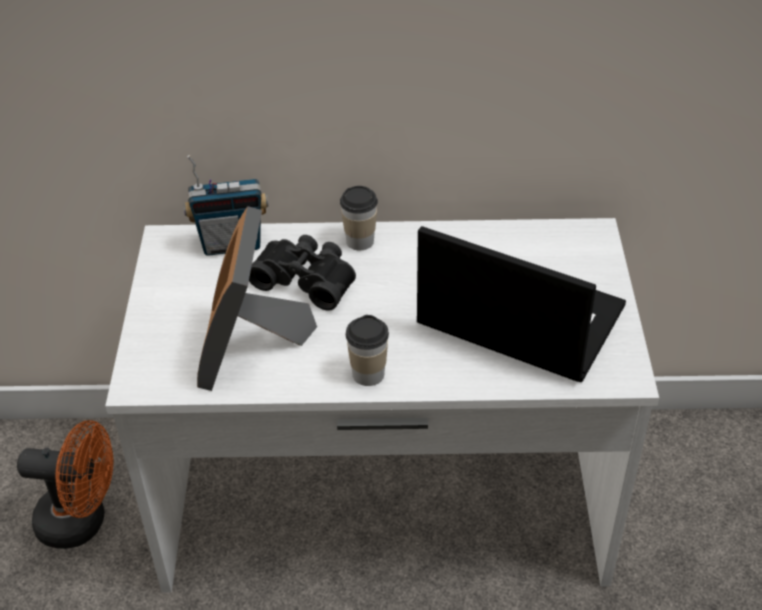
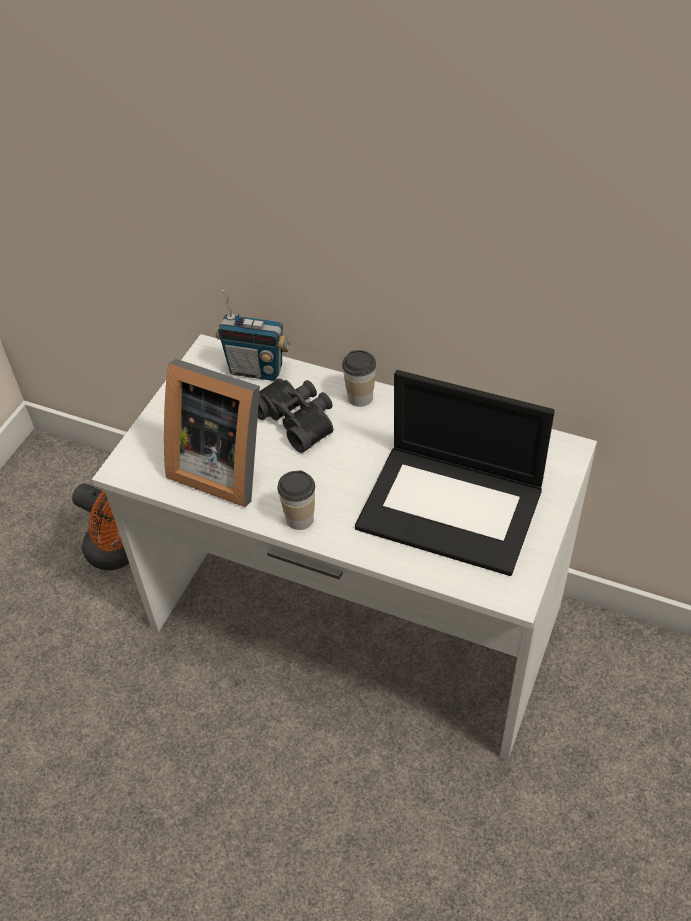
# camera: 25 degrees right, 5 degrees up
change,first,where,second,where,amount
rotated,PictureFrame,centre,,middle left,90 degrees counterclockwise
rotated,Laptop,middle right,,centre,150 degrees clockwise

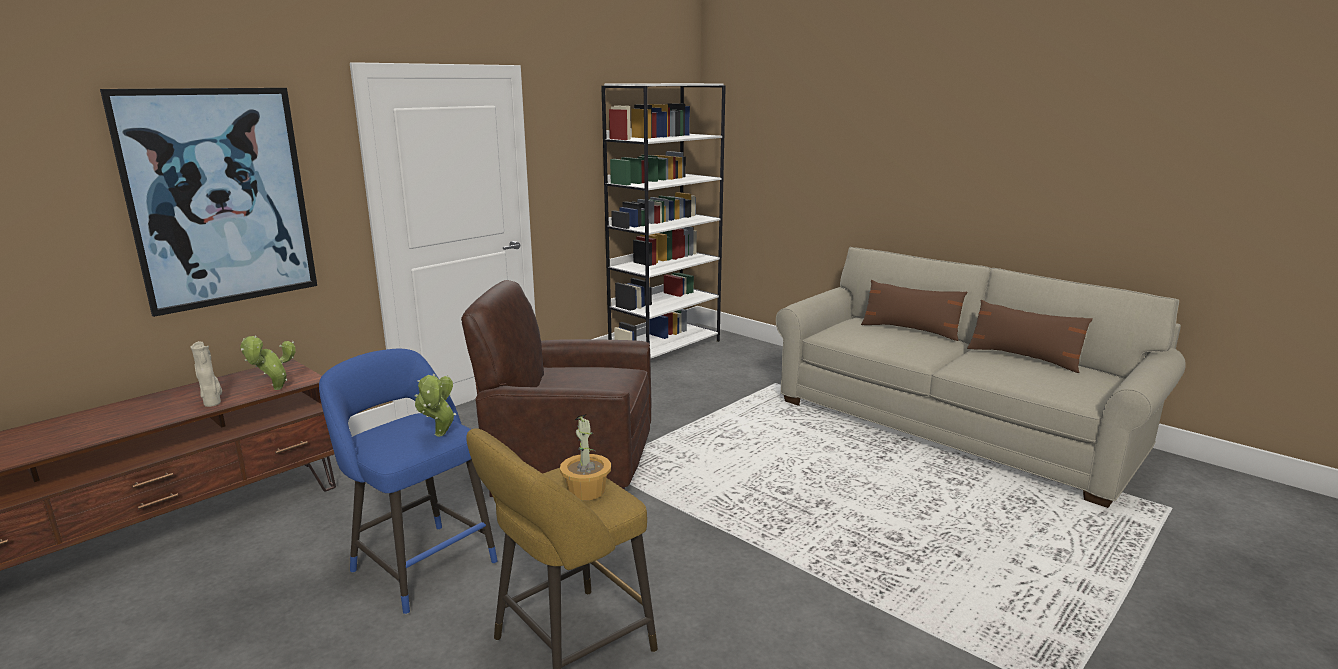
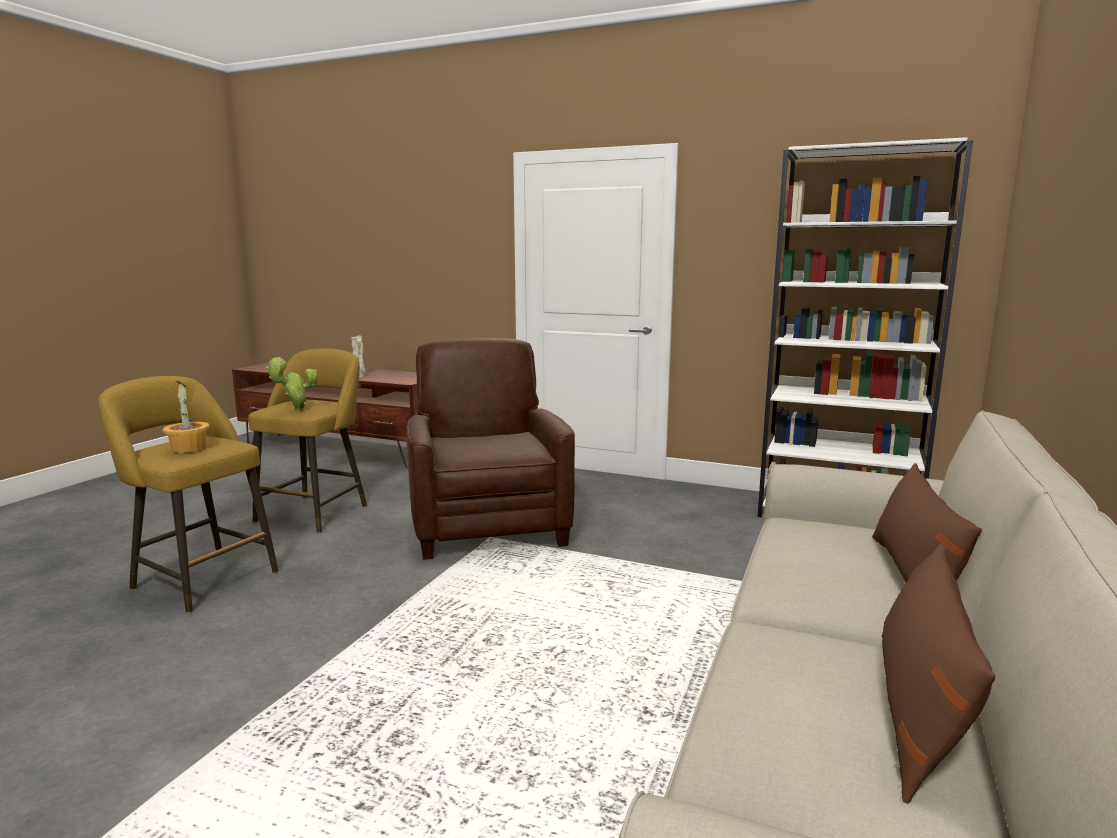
# camera: 70 degrees right, 5 degrees down
change,first,where,second,where,amount
gone,Picture,top left,,,
gone,PottedPlant (no. 1 from left),middle left,,,
repainted,BlueStool,bottom left,YellowStool (no. 2 from left),middle left,

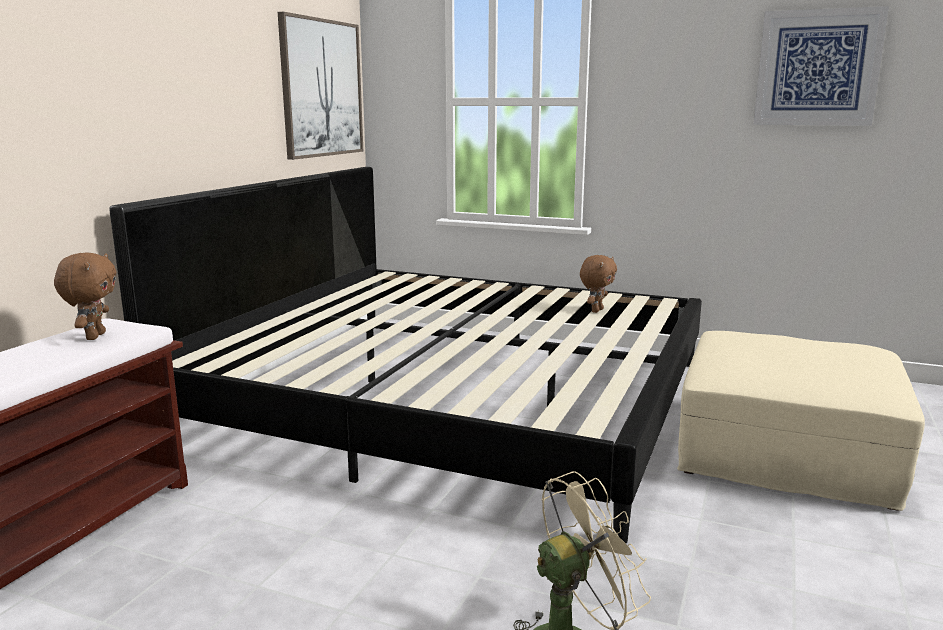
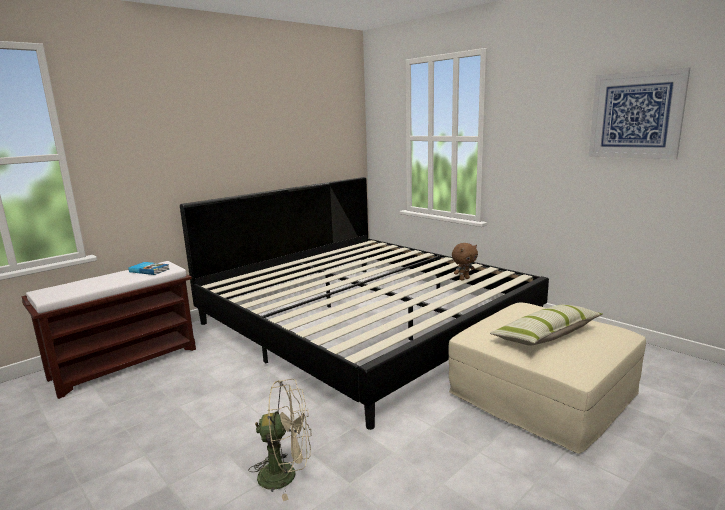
# camera: 25 degrees right, 0 degrees up
change,first,where,second,where,amount
swapped,BrownPlushToy (no. 1 from left),middle left,Book,middle left,
gone,Picture (no. 1 from left),top centre,,,
new,,,Pillow,middle right,

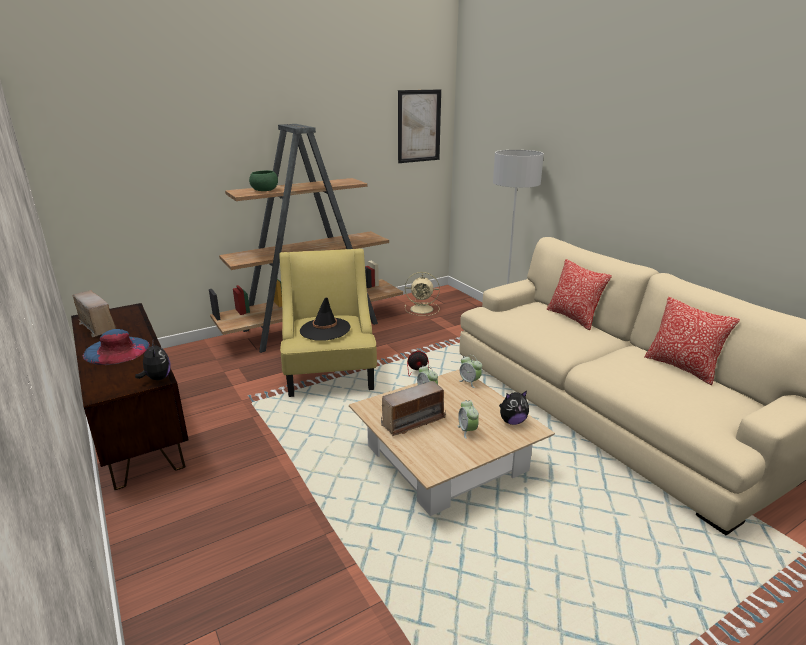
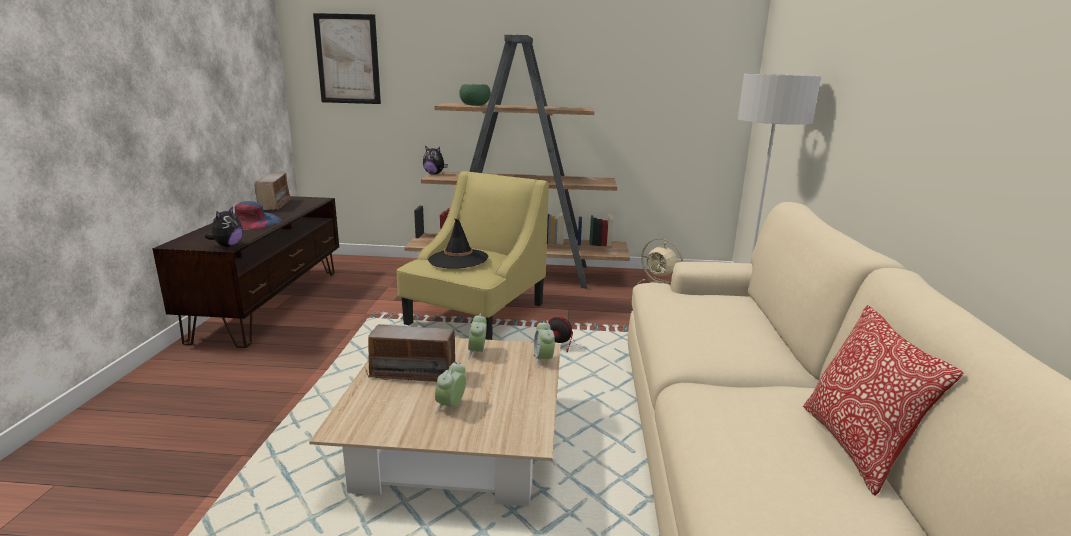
# camera: 35 degrees right, 5 degrees down
change,first,where,second,where,amount
shifted,Picture,top centre,,top left,
shifted,PlushToy (no. 2 from left),centre,,top centre,
gone,Pillow (no. 1 from left),middle right,,,

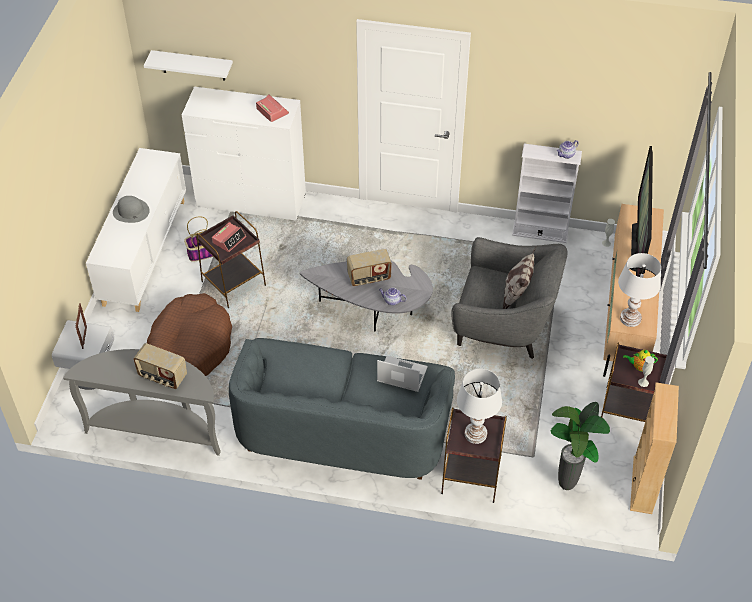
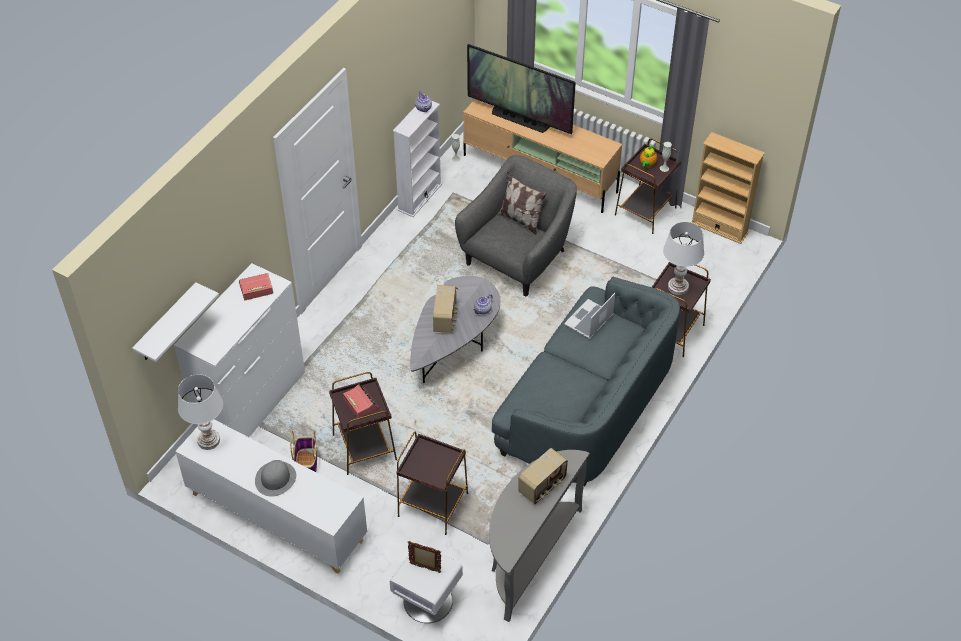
# camera: 70 degrees left, 0 degrees up
change,first,where,second,where,amount
swapped,BrownDogBed,middle left,BrownSideTable (no. 2 from left),bottom centre,
gone,PottedPlant,bottom right,,,
shifted,WhiteTableLamp (no. 2 from left in the first image),middle right,WhiteTableLamp (no. 1 from left),middle left,

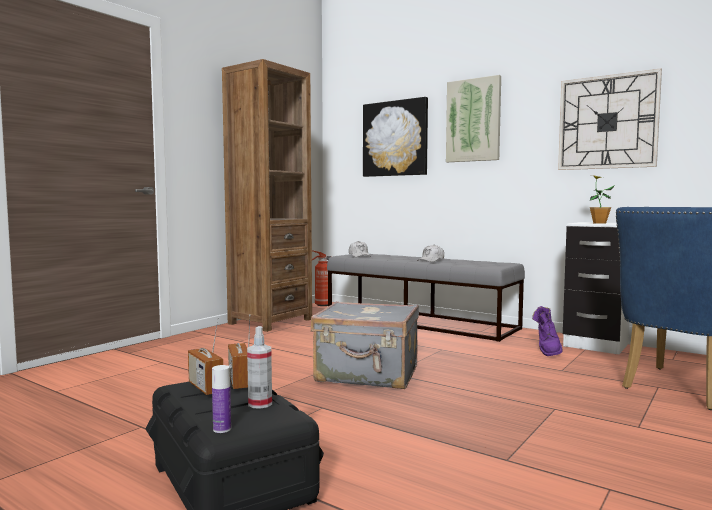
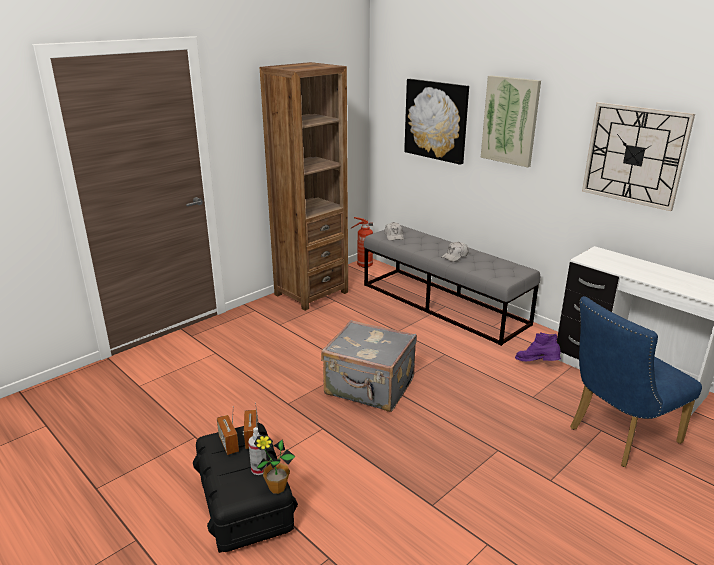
# camera: 10 degrees right, 20 degrees up
change,first,where,second,where,amount
gone,Bottle,bottom left,,,
rotated,PurpleBoot,middle right,,middle right,105 degrees clockwise
shifted,PottedPlant,middle right,,bottom centre,

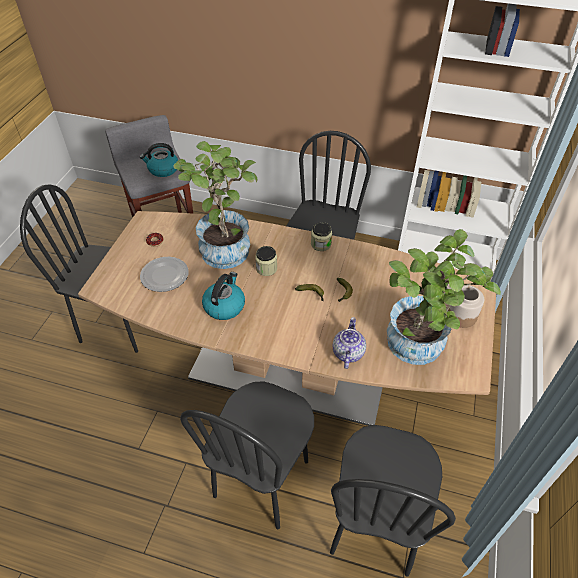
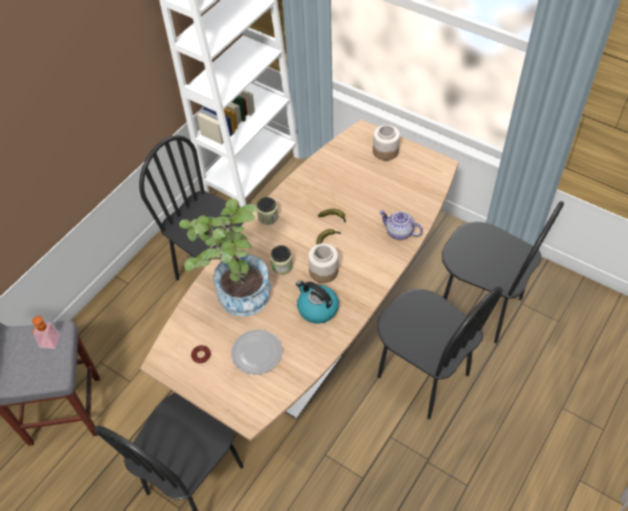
# camera: 70 degrees left, 5 degrees up
change,first,where,second,where,amount
swapped,Kettle (no. 1 from left),top left,SoapDispenser,middle left,
gone,PottedPlant (no. 2 from left),middle right,,,
new,,,Jar (no. 3 from left),centre,

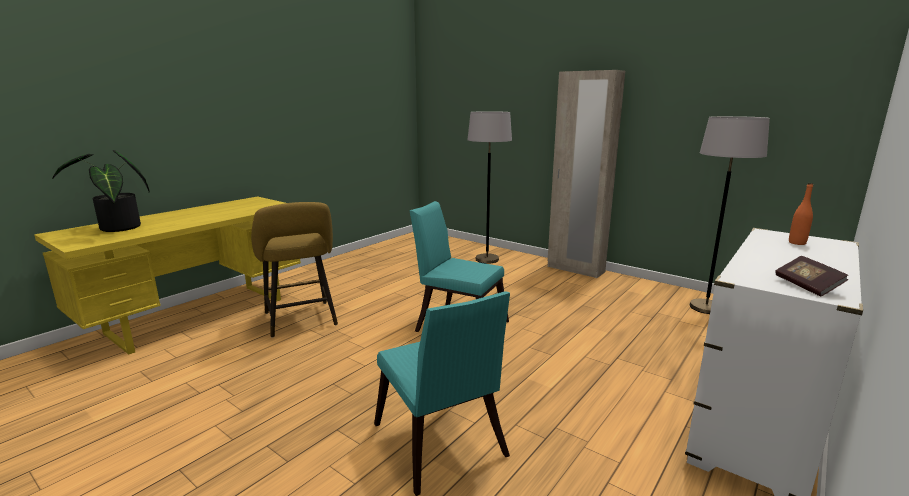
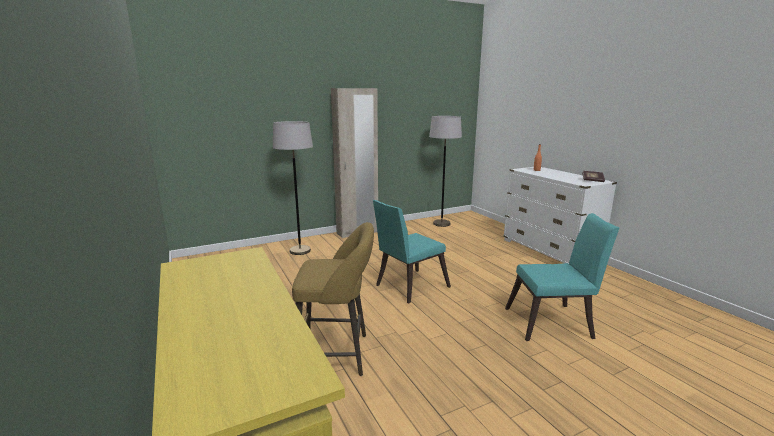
# camera: 65 degrees left, 0 degrees up
change,first,where,second,where,amount
gone,PottedPlant,middle left,,,

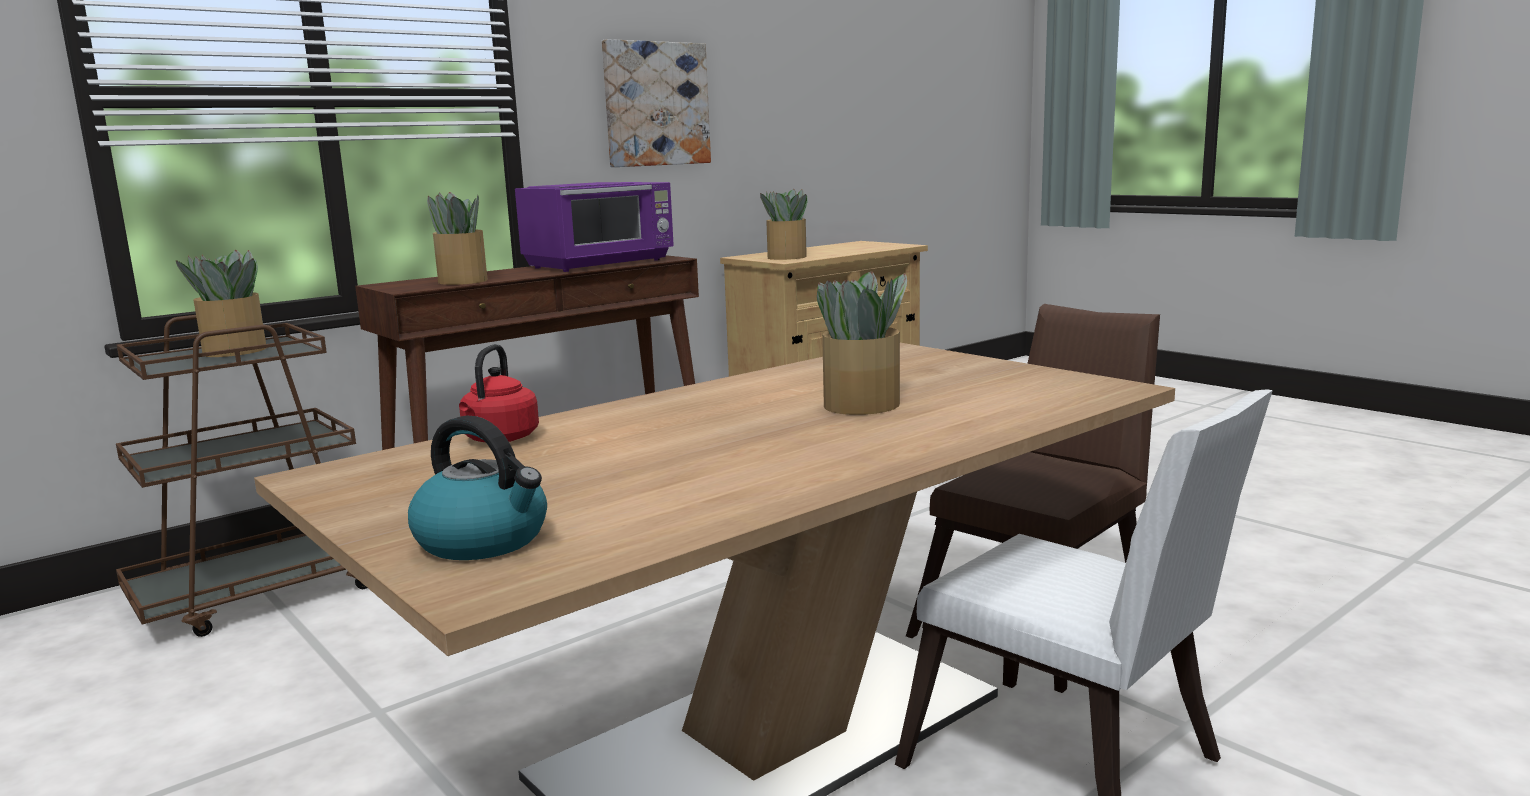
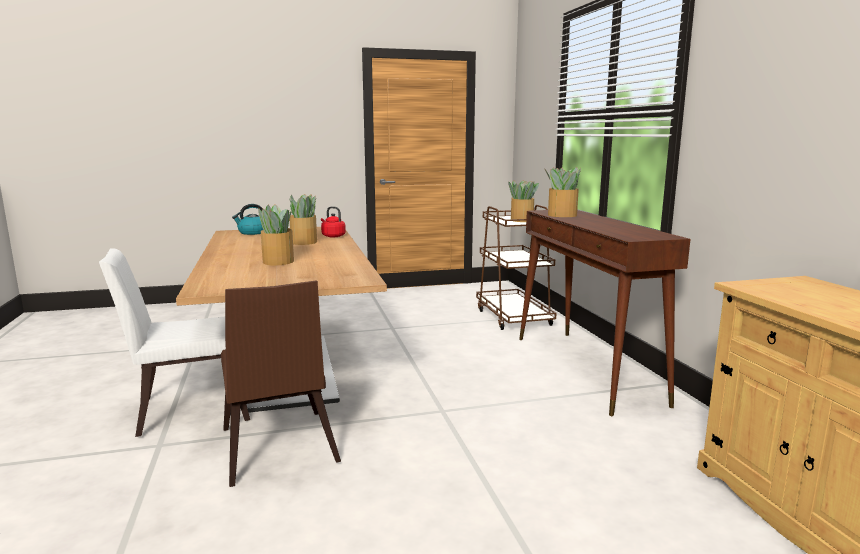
# camera: 115 degrees right, 0 degrees up
change,first,where,second,where,amount
gone,PurpleMicrowave,top centre,,,
gone,Picture,top centre,,,
shifted,PottedPlant (no. 3 from left in the first image),top centre,PottedPlant (no. 2 from left),centre,

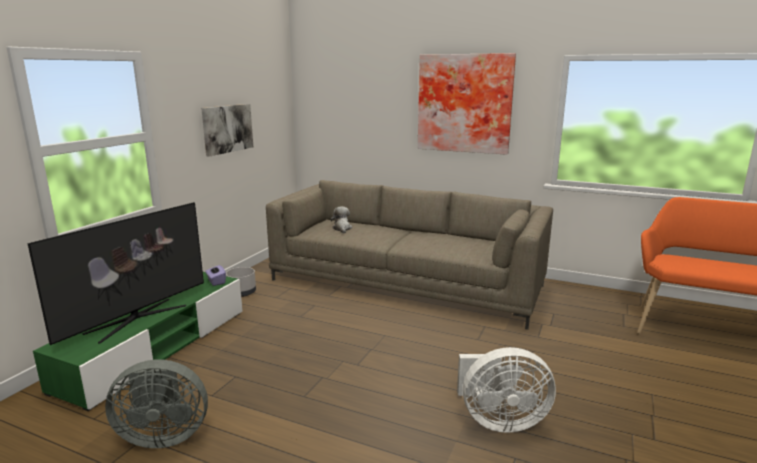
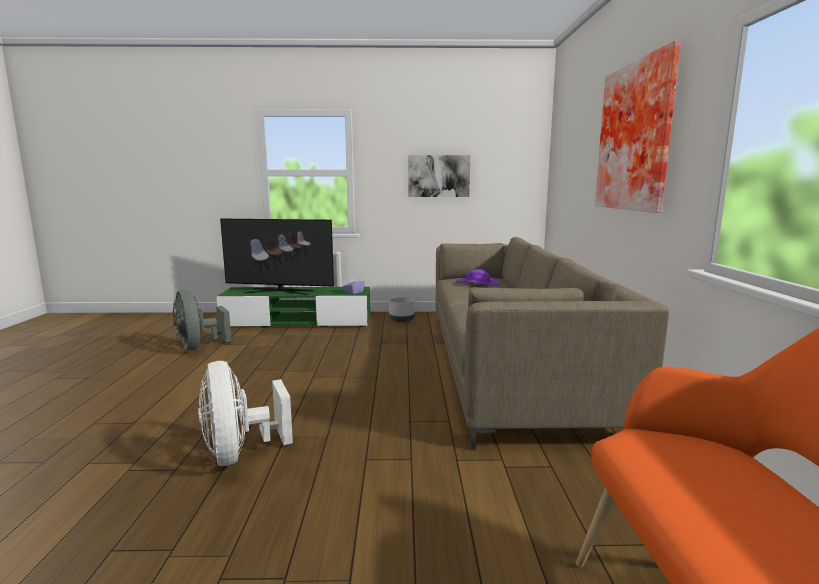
# camera: 65 degrees right, 5 degrees down
change,first,where,second,where,amount
swapped,PlushToy,centre,PurpleHat,centre,

